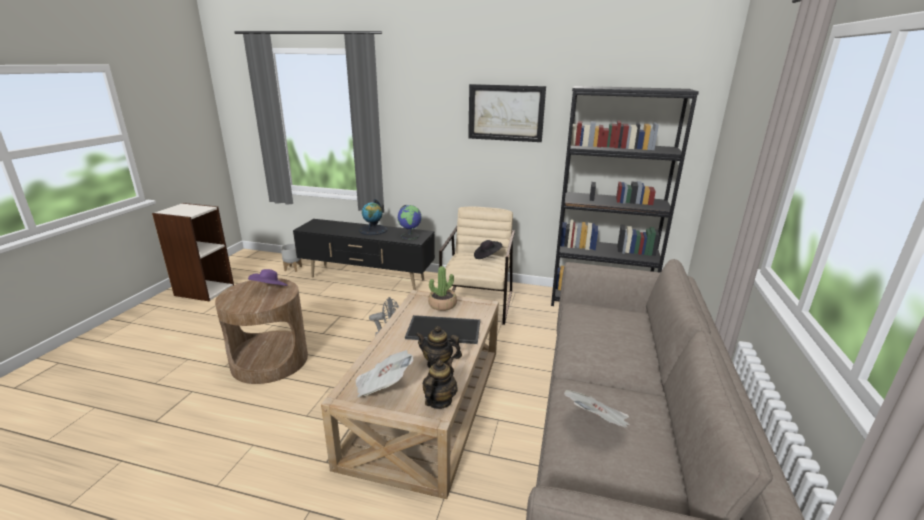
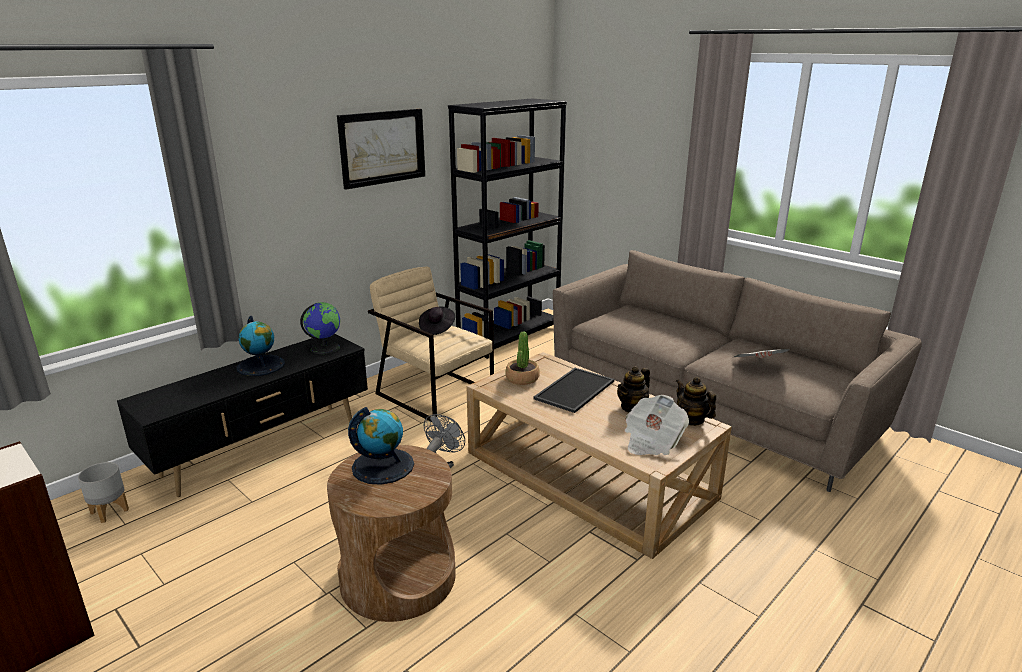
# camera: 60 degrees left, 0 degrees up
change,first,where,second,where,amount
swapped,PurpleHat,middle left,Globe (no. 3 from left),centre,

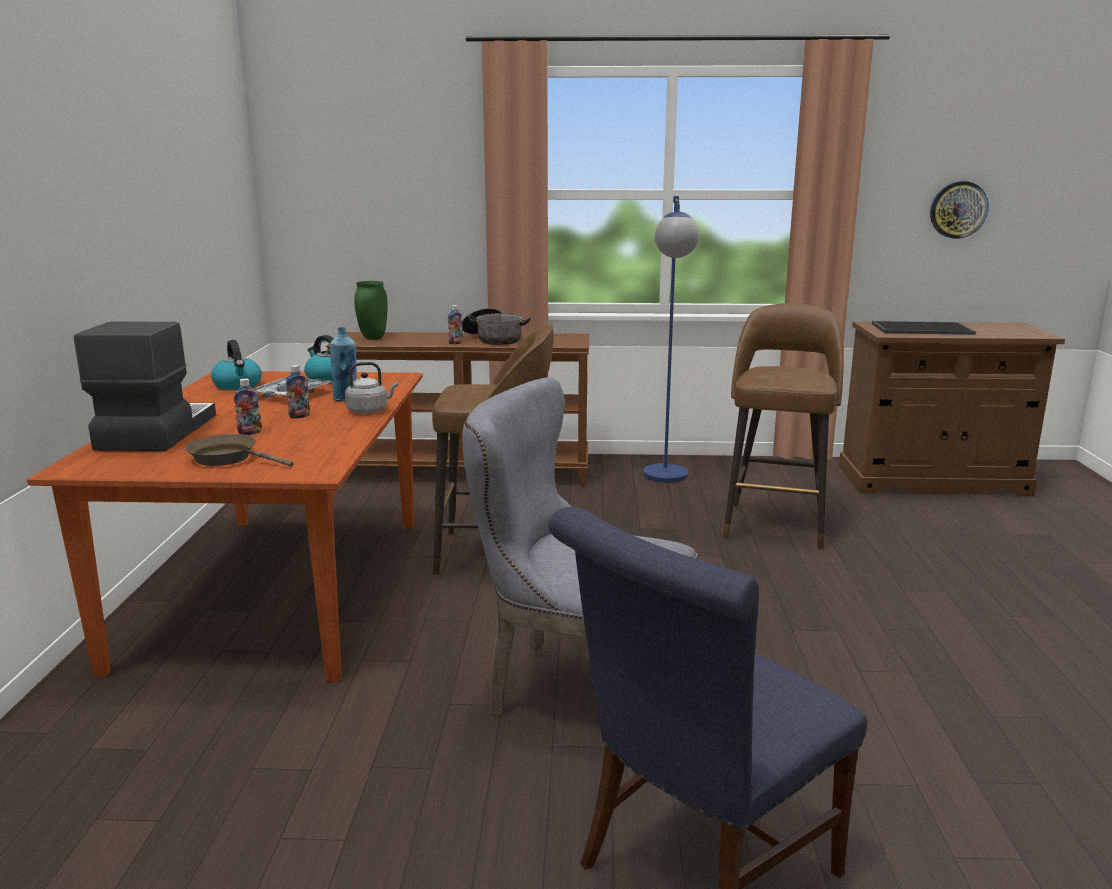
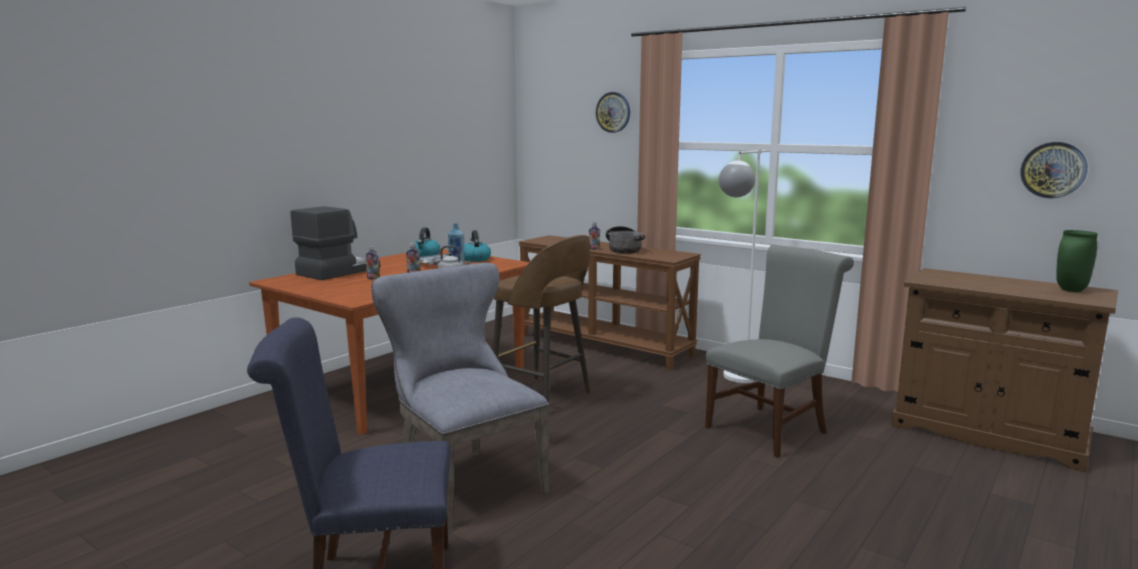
# camera: 35 degrees right, 5 degrees down
change,first,where,second,where,amount
gone,BrownFryingPan,middle left,,,
shifted,GreenVase,centre,,middle right,
repainted,BlueFloorLamp,centre,WhiteFloorLamp,centre,
swapped,BrownStool (no. 2 from left),middle right,GreyChair (no. 2 from left),middle right,
gone,Tray (no. 2 from left),middle right,,,
new,,,WallClock (no. 1 from left),top centre,

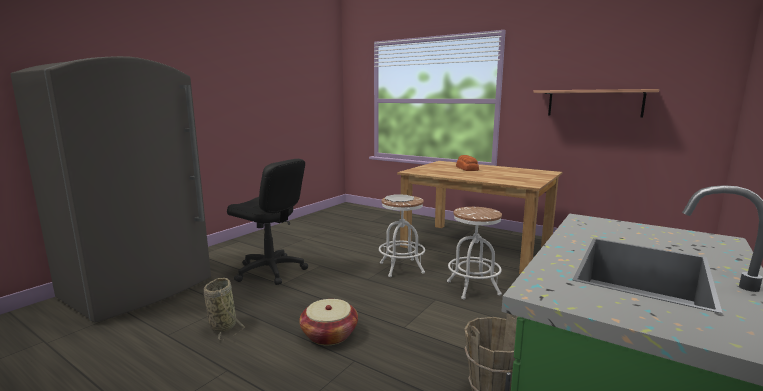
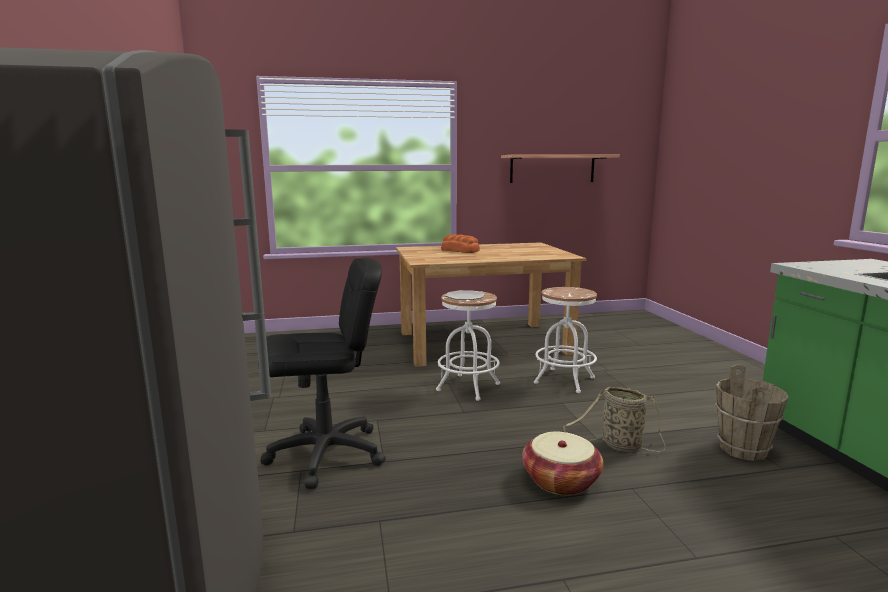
# camera: 45 degrees left, 0 degrees up
change,first,where,second,where,amount
shifted,Basket (no. 1 from left in the first image),bottom left,Basket (no. 2 from left),bottom right,

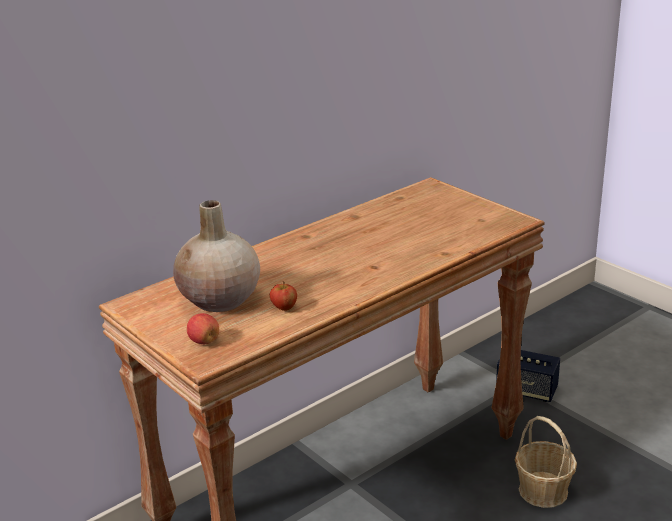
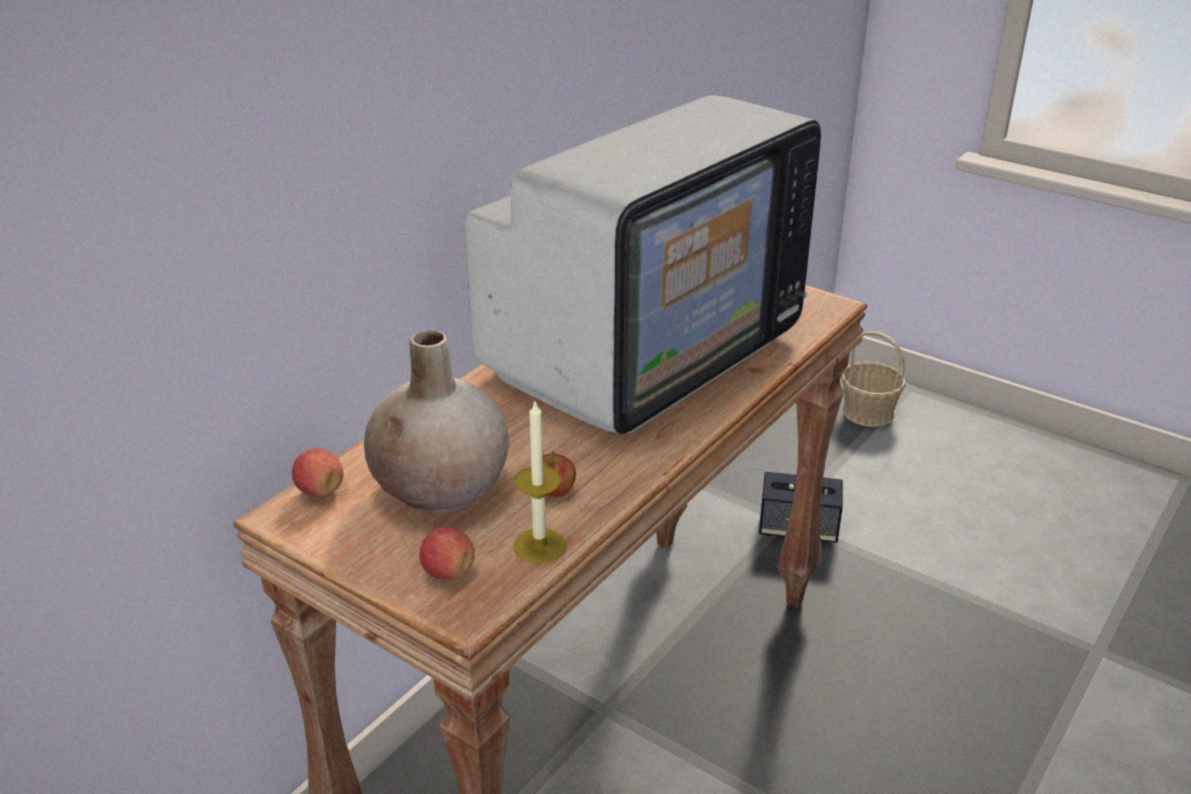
# camera: 15 degrees left, 5 degrees up
change,first,where,second,where,amount
shifted,Basket,bottom right,,middle right,
new,,,Apple (no. 1 from left),middle left,
new,,,Television,top centre,
new,,,Candle,centre,

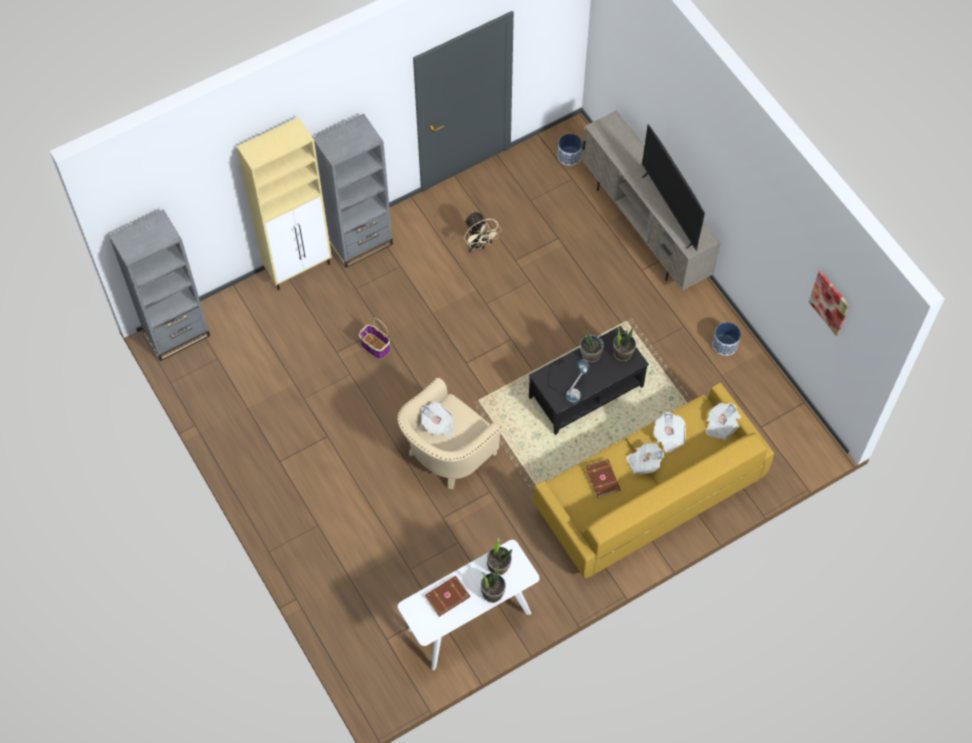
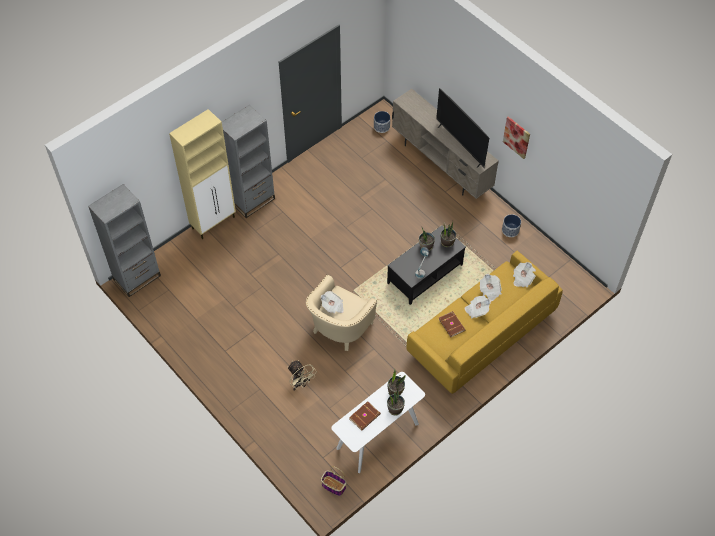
# camera: 10 degrees left, 5 degrees down
change,first,where,second,where,amount
shifted,Basket,centre,,bottom centre,
shifted,BeigeFan,top centre,,bottom centre,
shifted,Picture,middle right,,top right,

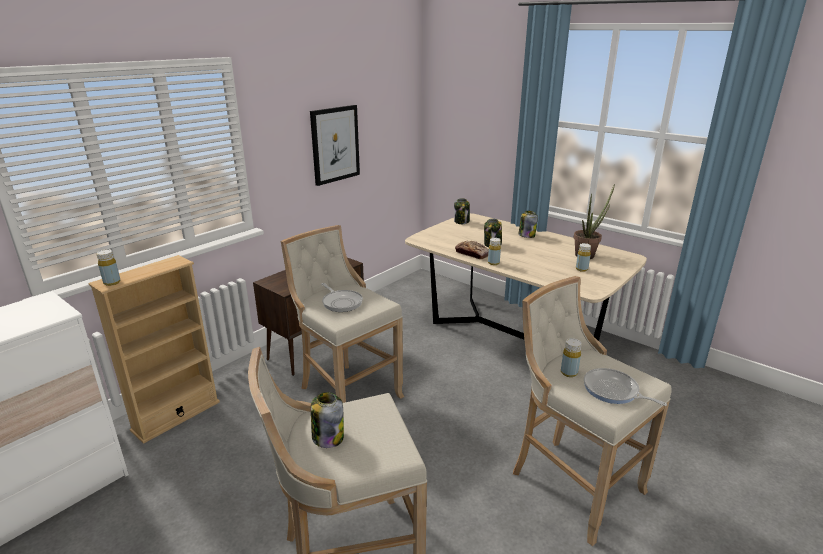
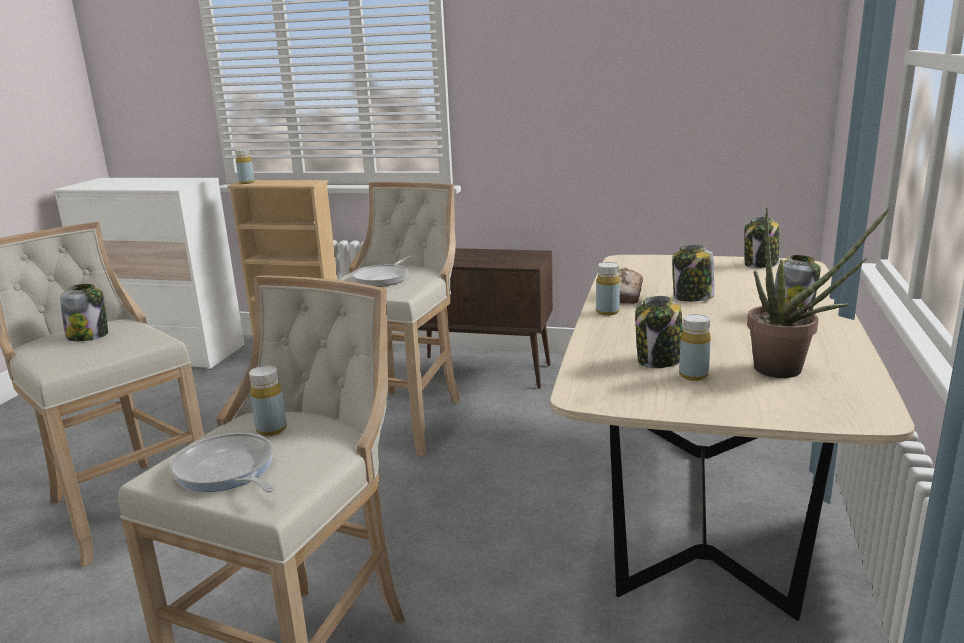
# camera: 65 degrees right, 5 degrees down
change,first,where,second,where,amount
gone,Picture,top centre,,,
rotated,FryingPan (no. 2 from left in the first image),bottom right,FryingPan (no. 1 from left),bottom left,60 degrees counterclockwise
new,,,Jar (no. 2 from left),middle right,

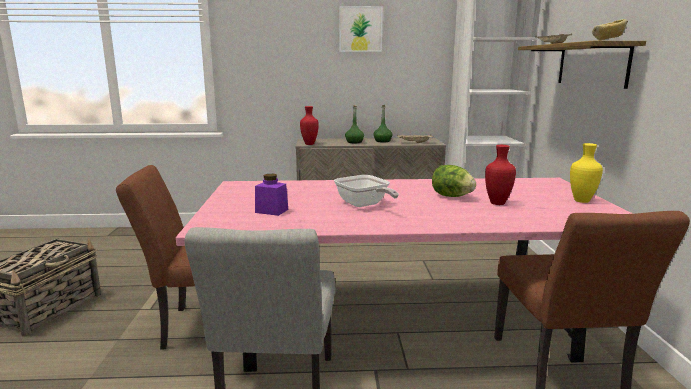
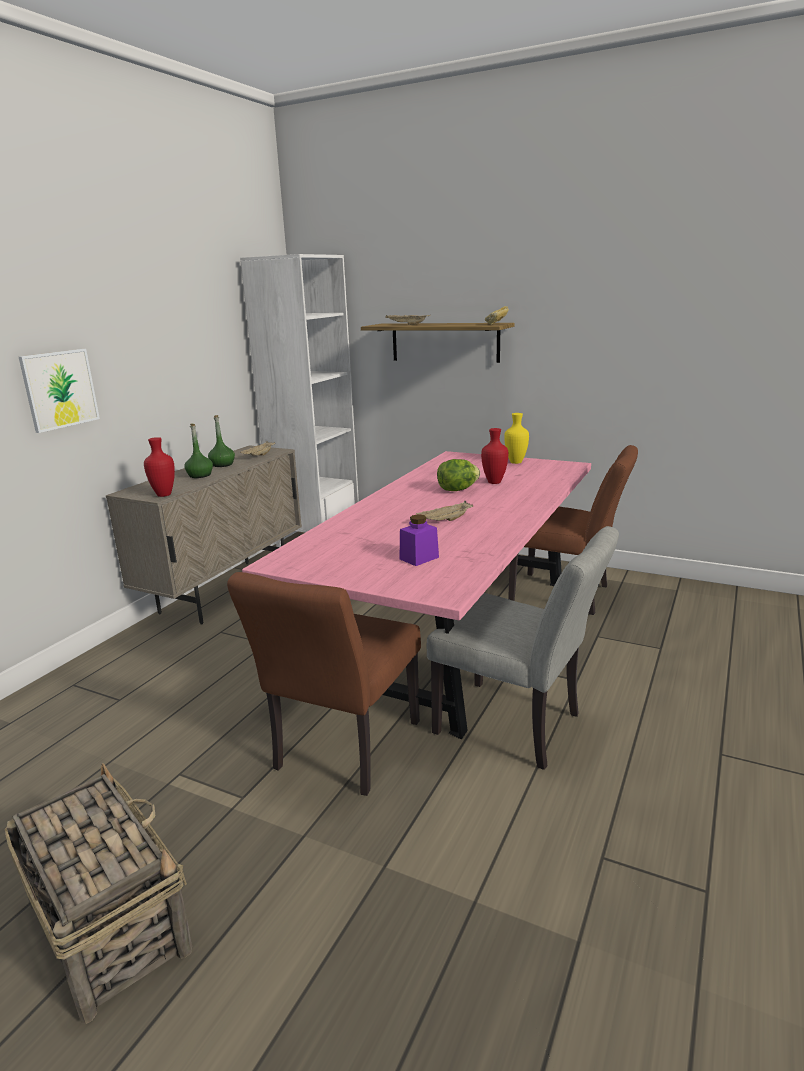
# camera: 60 degrees left, 5 degrees up
change,first,where,second,where,amount
swapped,FryingPan,centre,BeigeTray (no. 3 from left),centre,
shifted,Picture,top centre,,middle left,

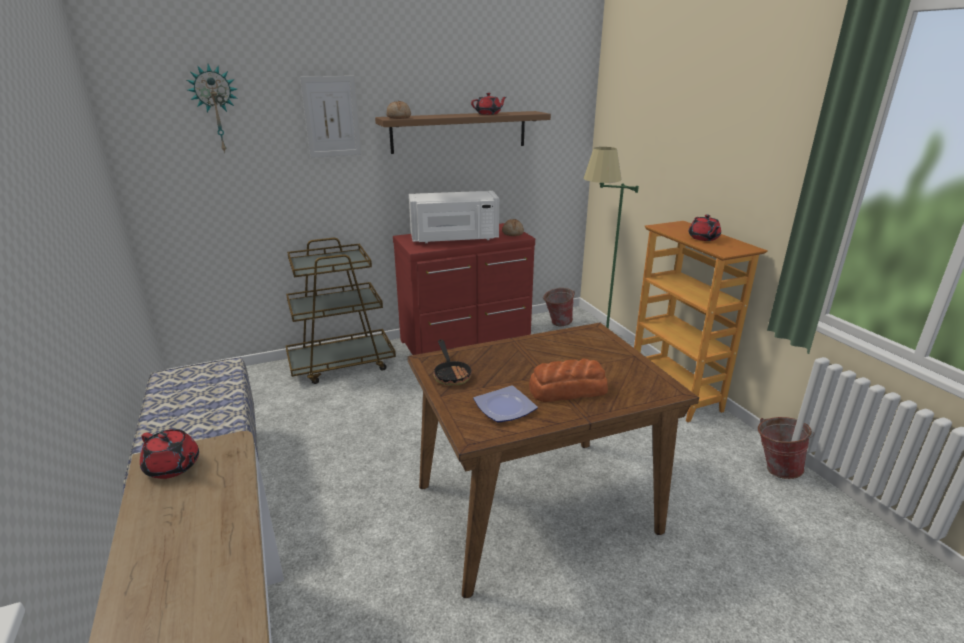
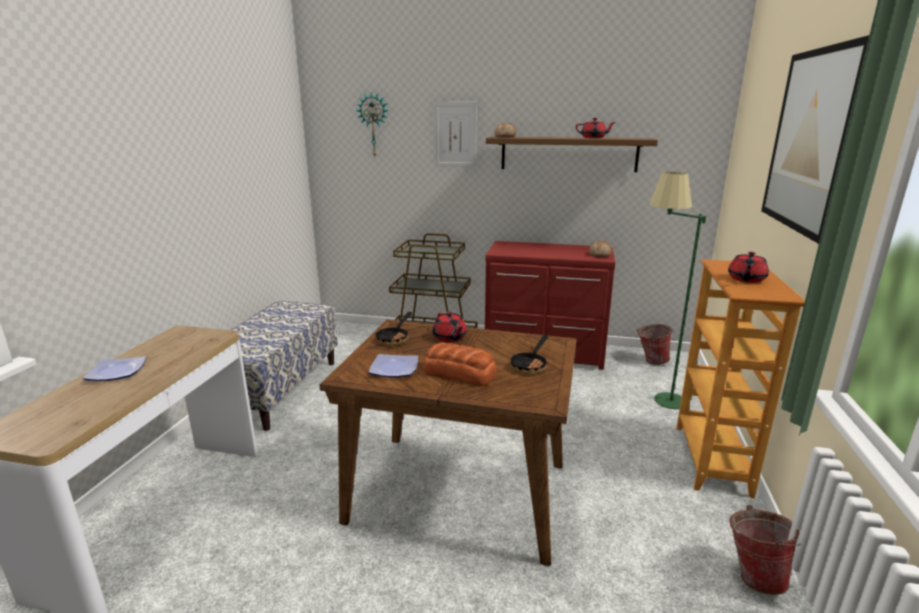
# camera: 35 degrees right, 5 degrees down
change,first,where,second,where,amount
shifted,RedTeapot (no. 1 from left),bottom left,,centre,
gone,WhiteMicrowave,centre,,,
new,,,Plate (no. 1 from left),middle left,
new,,,FryingPan (no. 2 from left),centre,
new,,,Picture (no. 2 from left),top right,

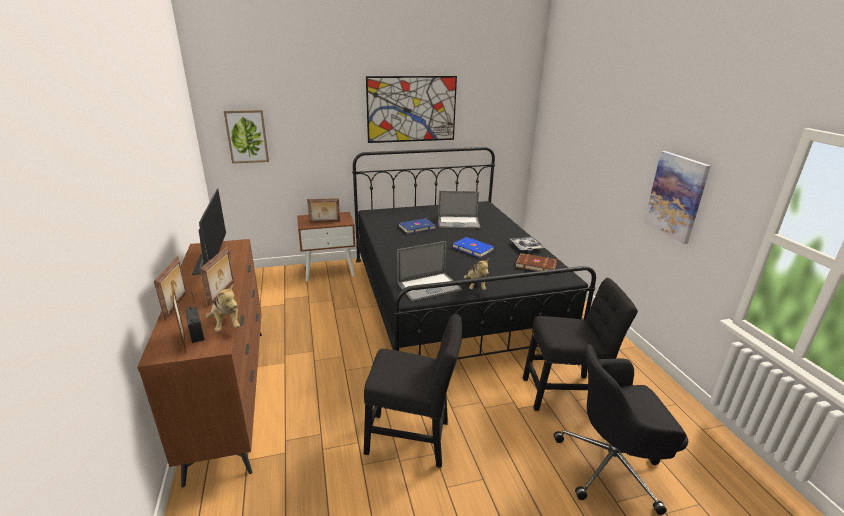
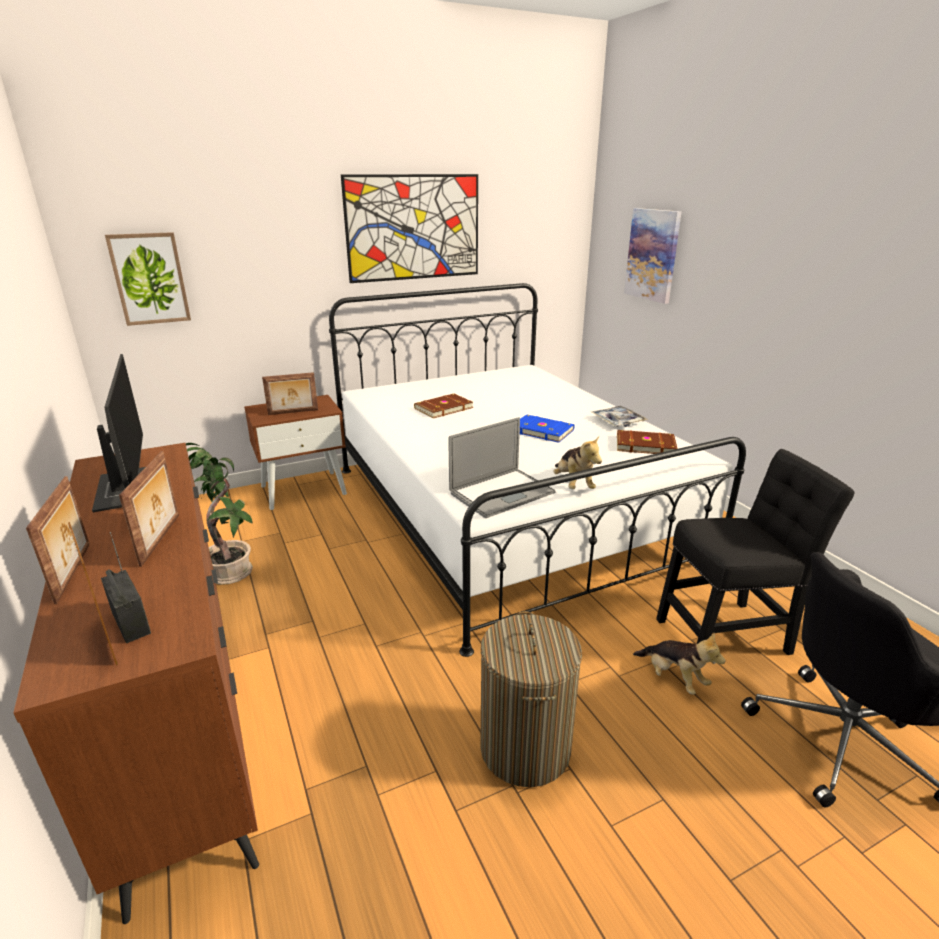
# camera: 10 degrees left, 0 degrees up
change,first,where,second,where,amount
shifted,PlushToy (no. 1 from left in the first image),middle left,PlushToy (no. 2 from left),bottom right,
repainted,BlackBed,centre,WhiteBed,centre,
swapped,BlackChair (no. 1 from left),bottom centre,LaundryBasket,bottom centre,
repainted,BlueBook (no. 1 from left),centre,BrownBook (no. 1 from left),centre,
gone,Laptop (no. 2 from left),centre,,,
shifted,Picture (no. 3 from left),middle right,,top right,
new,,,PottedPlant,middle left,

